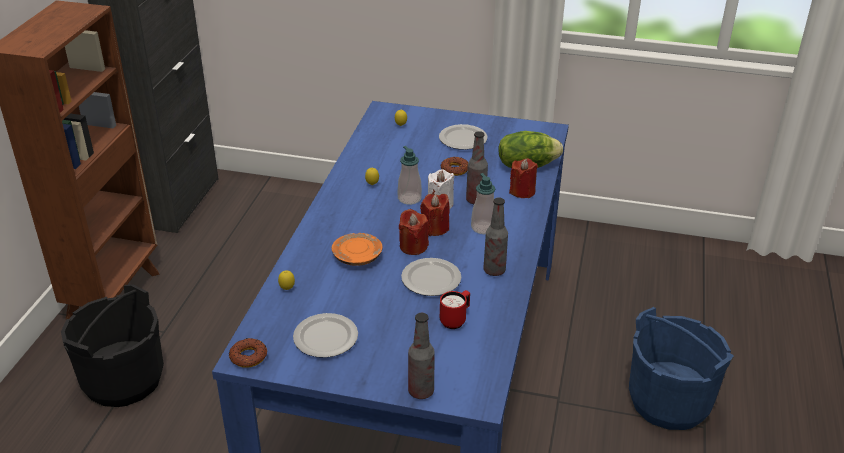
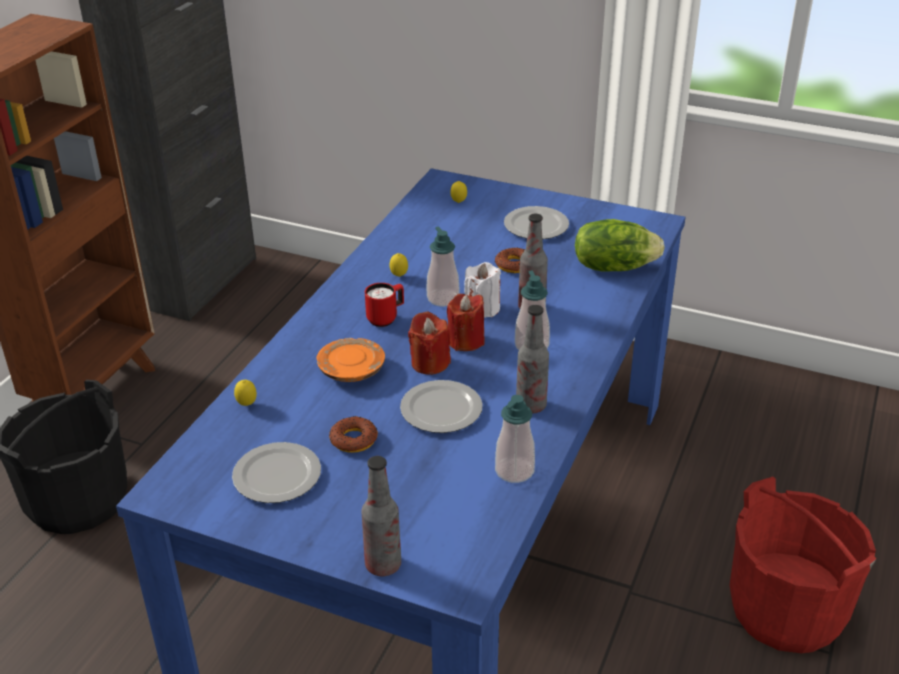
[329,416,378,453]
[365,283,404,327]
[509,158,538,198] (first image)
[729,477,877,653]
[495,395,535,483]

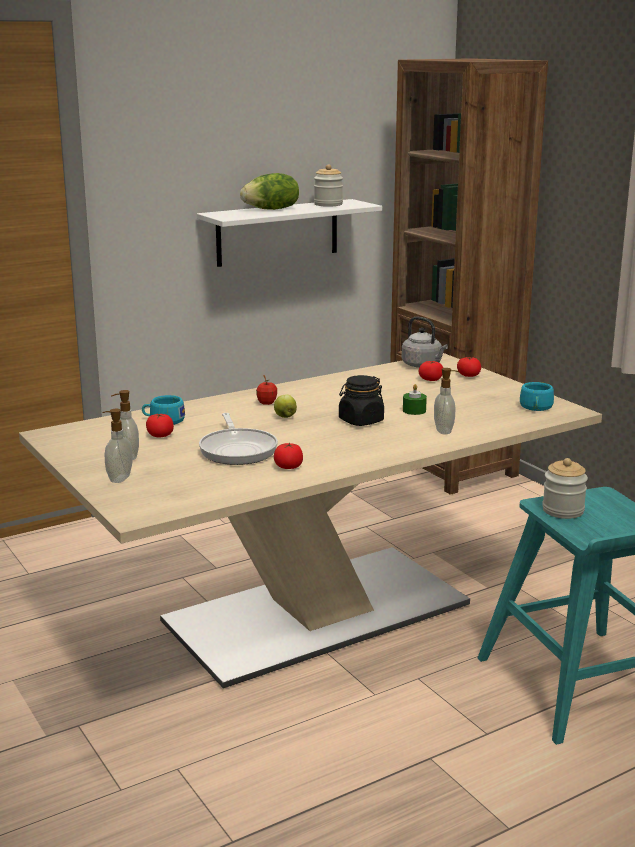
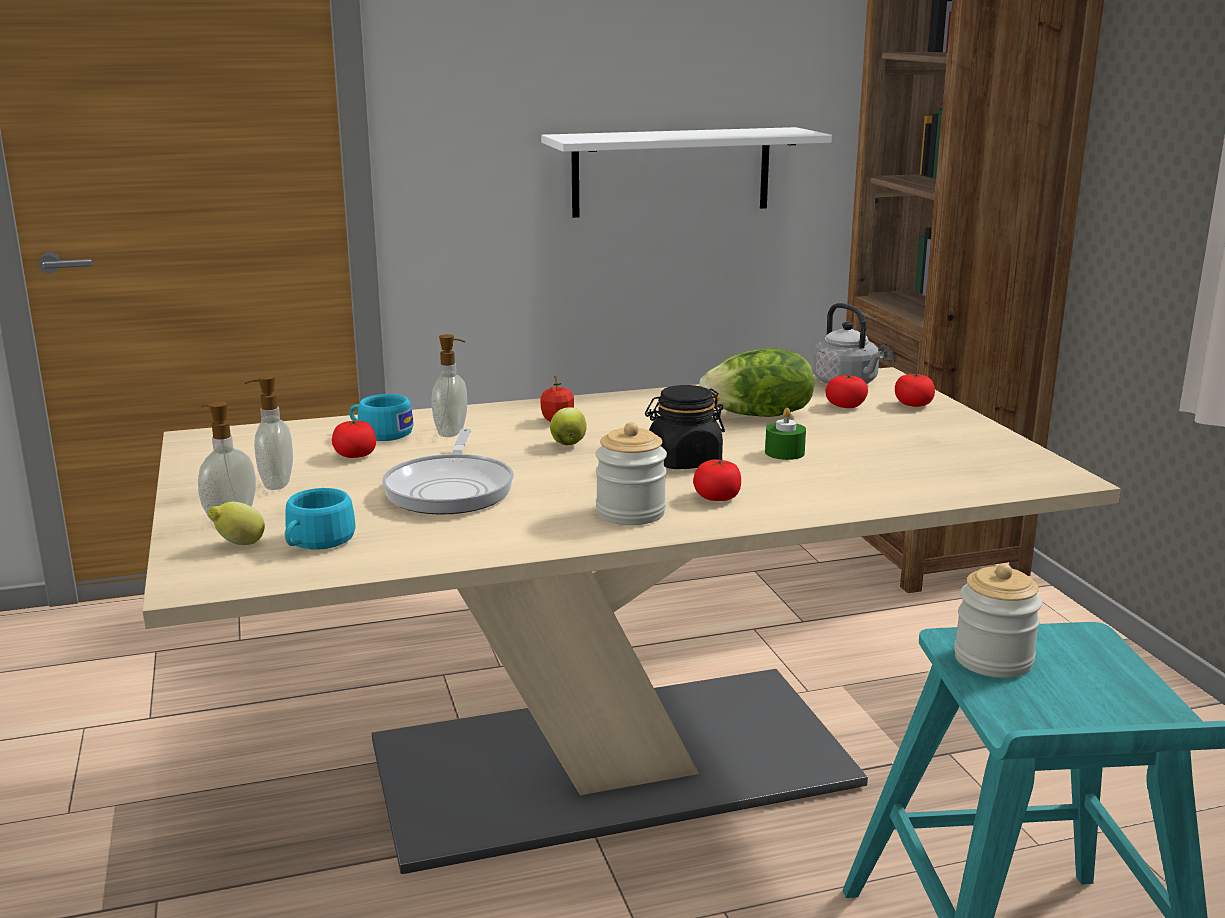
[699,348,814,417]
[693,459,741,501]
[596,422,667,525]
[431,334,467,437]
[285,488,356,550]
[208,502,265,545]

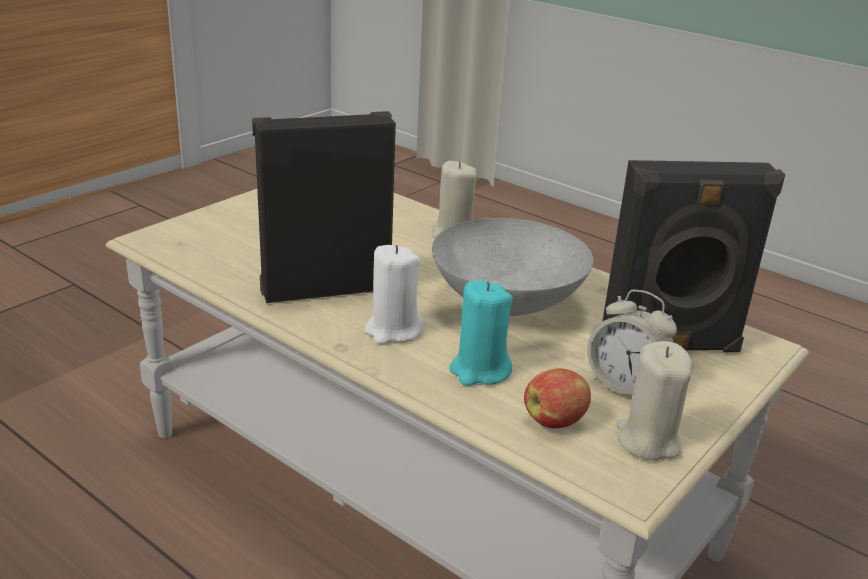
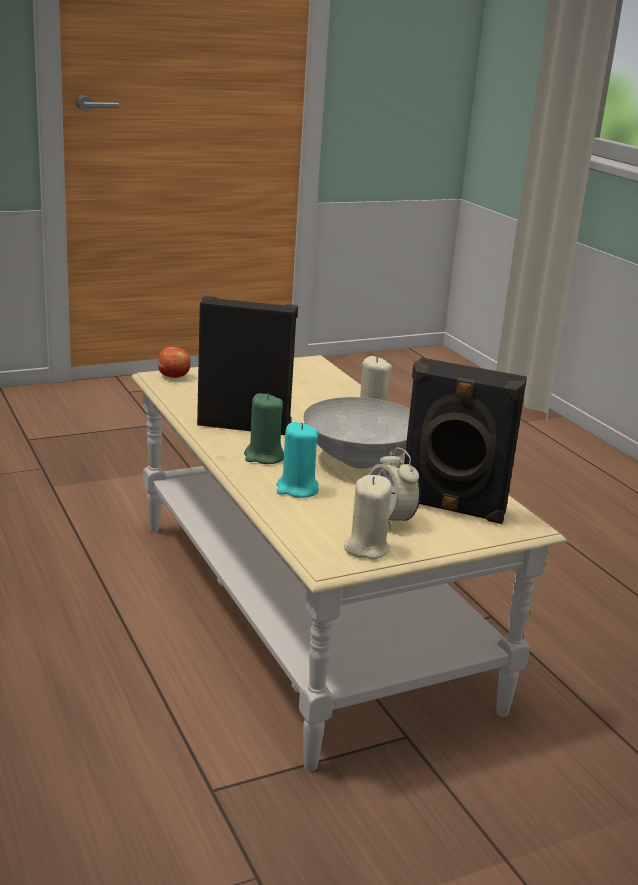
[244,393,284,464]
[158,347,190,378]

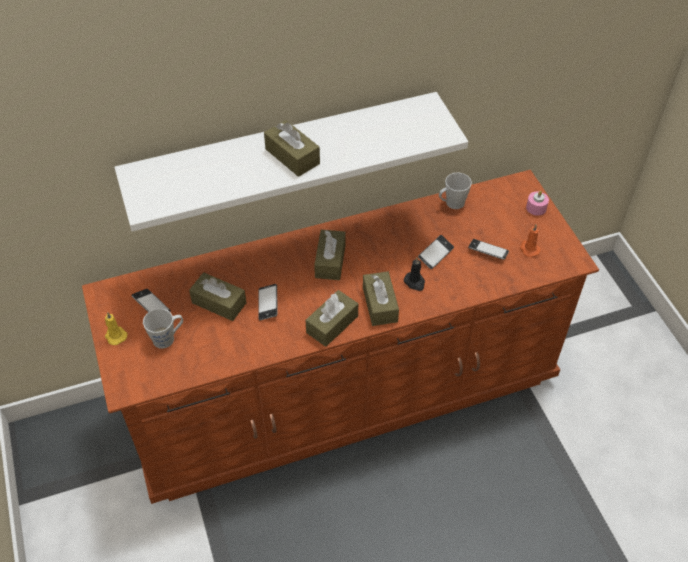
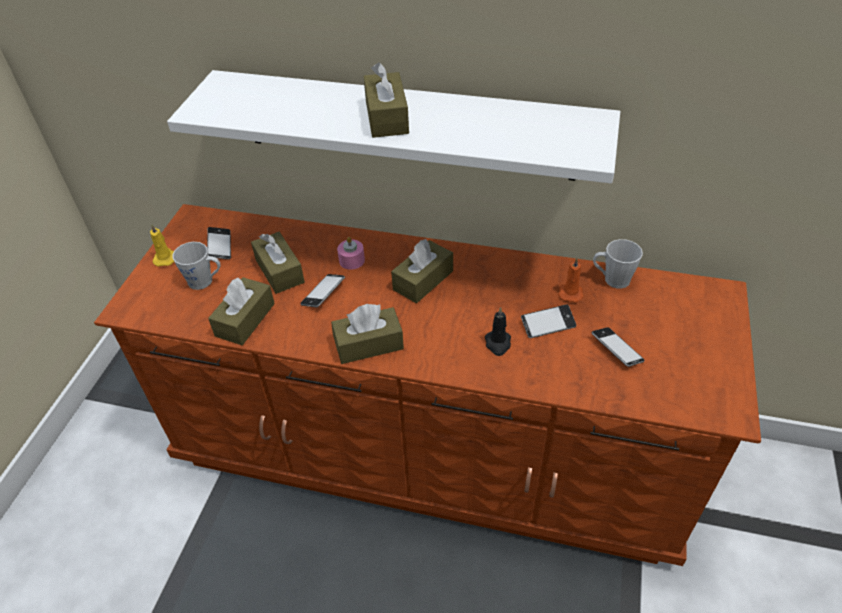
[208,277,275,345]
[558,258,583,302]
[337,237,365,270]

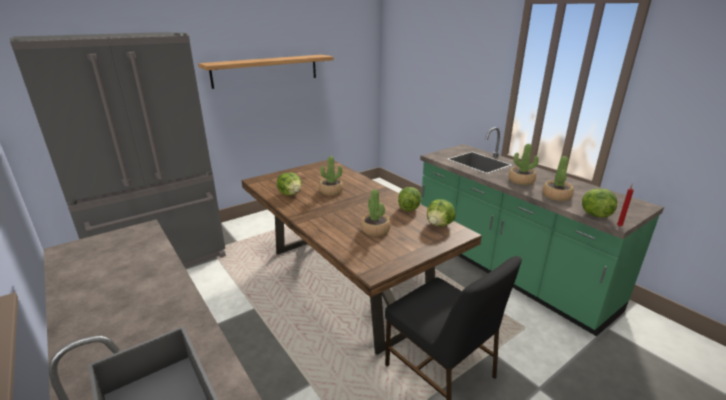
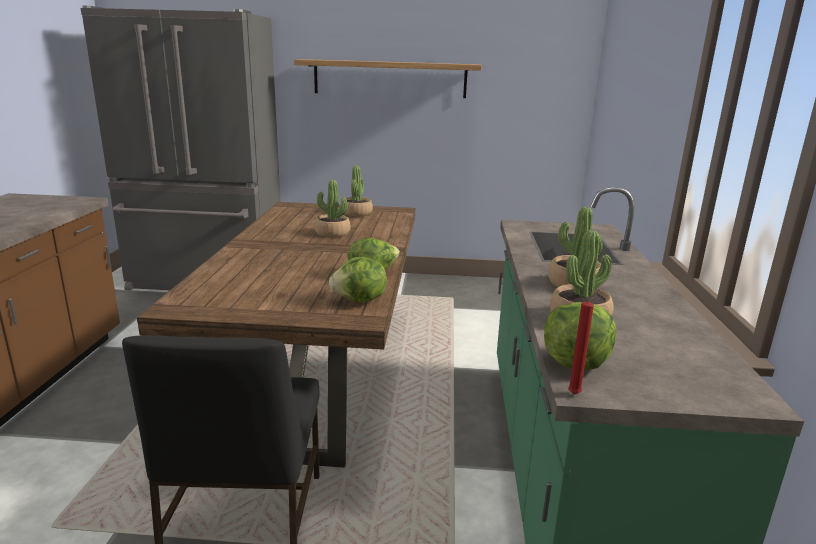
[277,172,302,196] (first image)
[341,166,373,216]

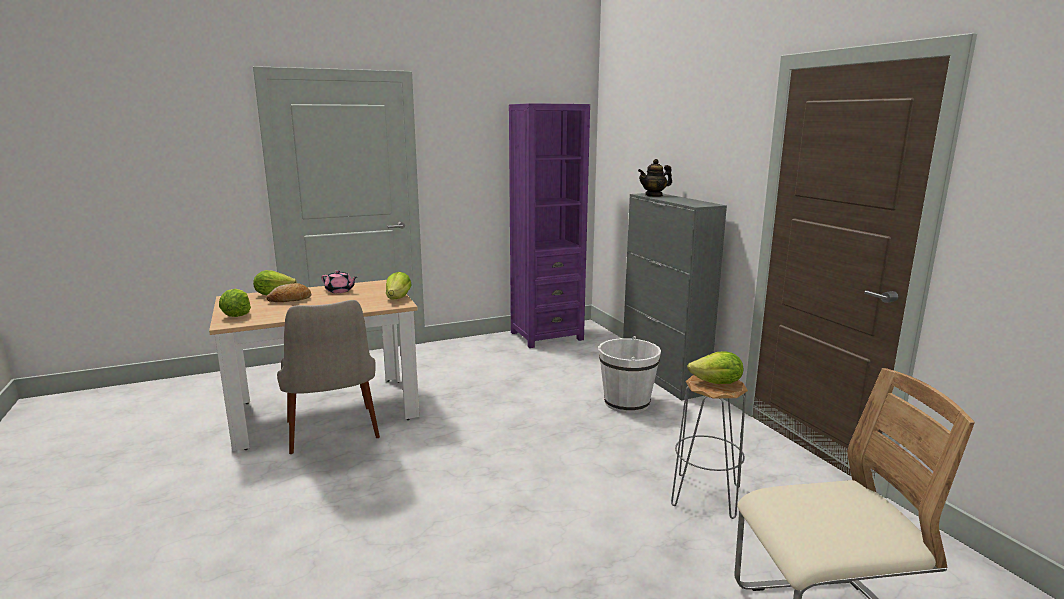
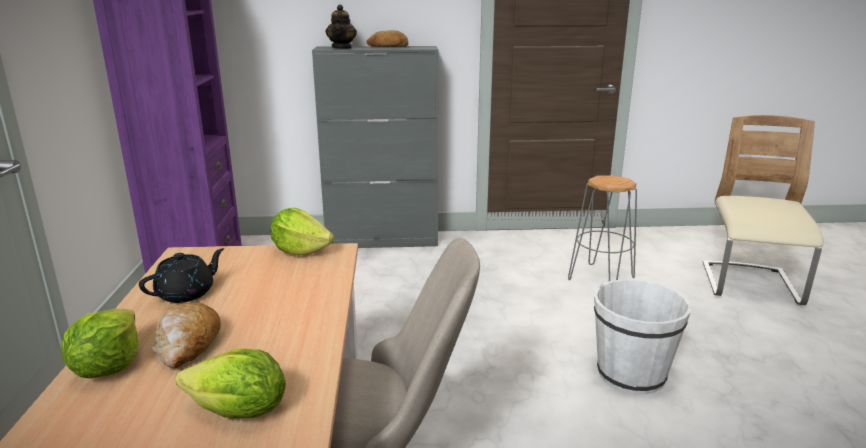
[139,248,224,303]
[594,279,692,394]
[687,352,743,384] (first image)
[367,30,409,47]

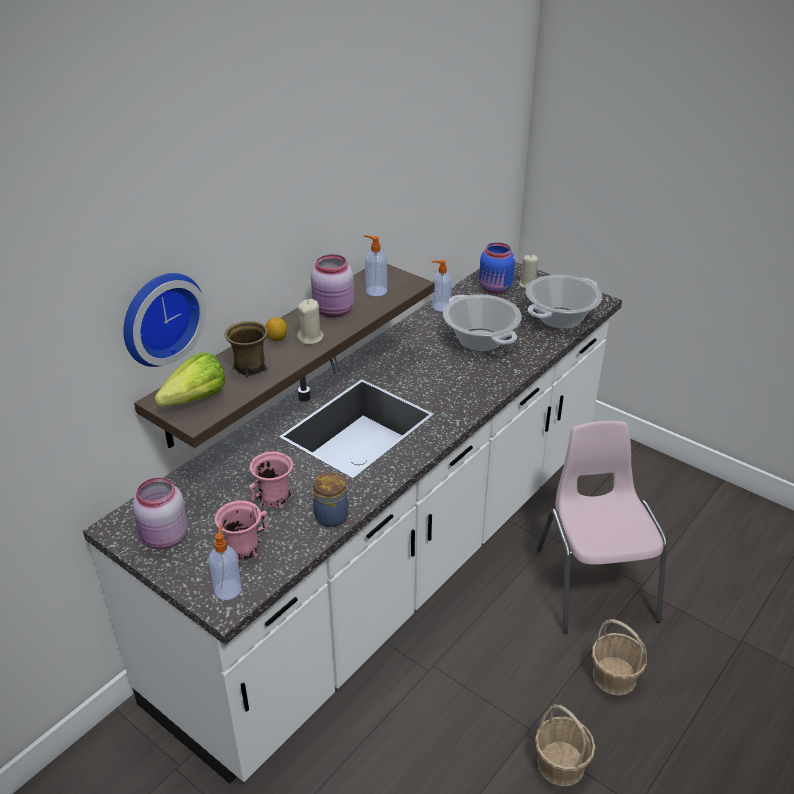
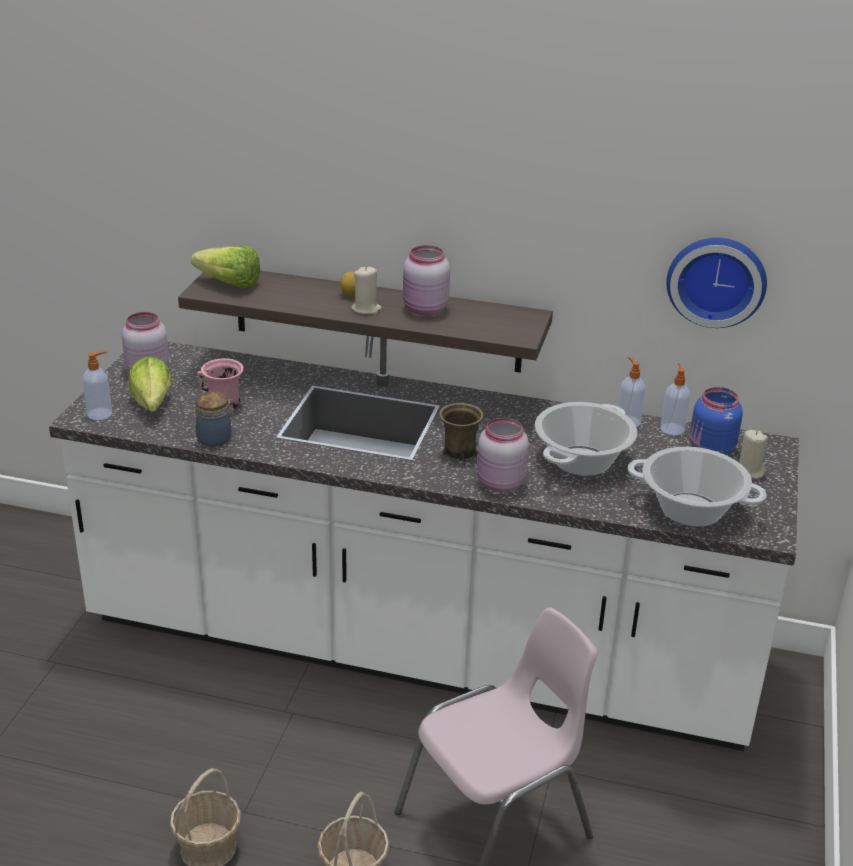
[666,238,767,328]
[129,357,172,412]
[439,403,484,461]
[660,363,690,435]
[477,418,529,492]

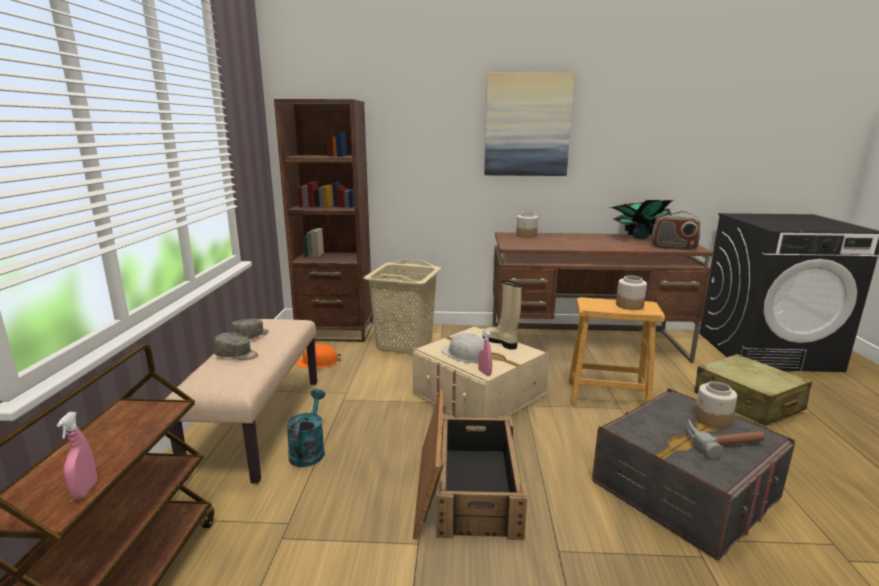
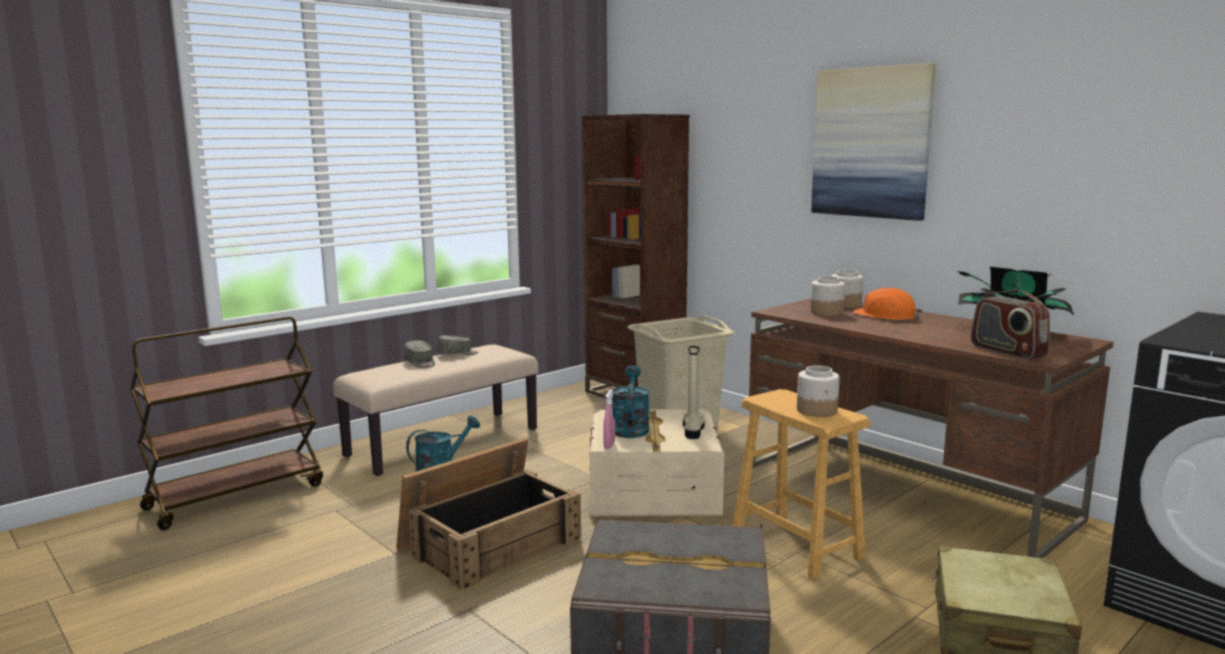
[56,412,97,500] (first image)
[853,288,923,320]
[612,365,649,438]
[687,419,765,460] (first image)
[810,276,845,316]

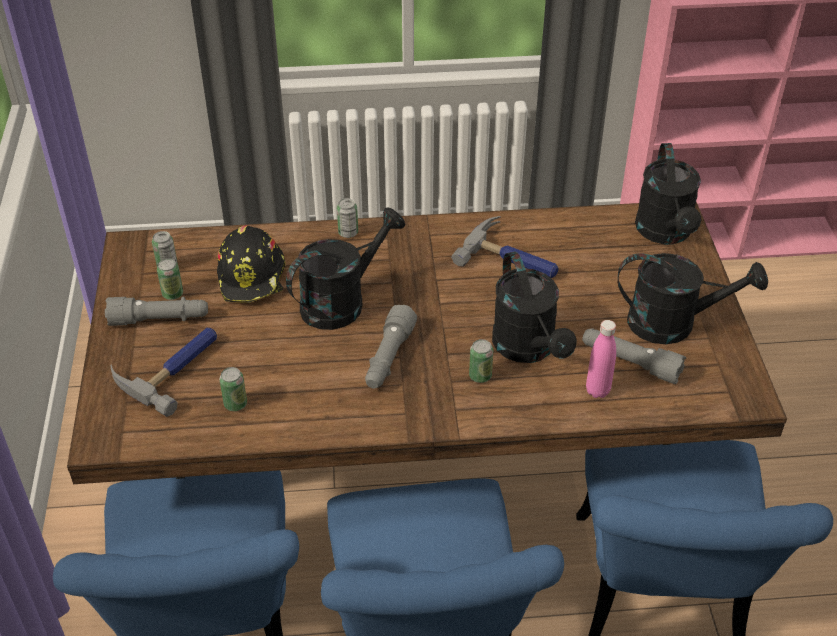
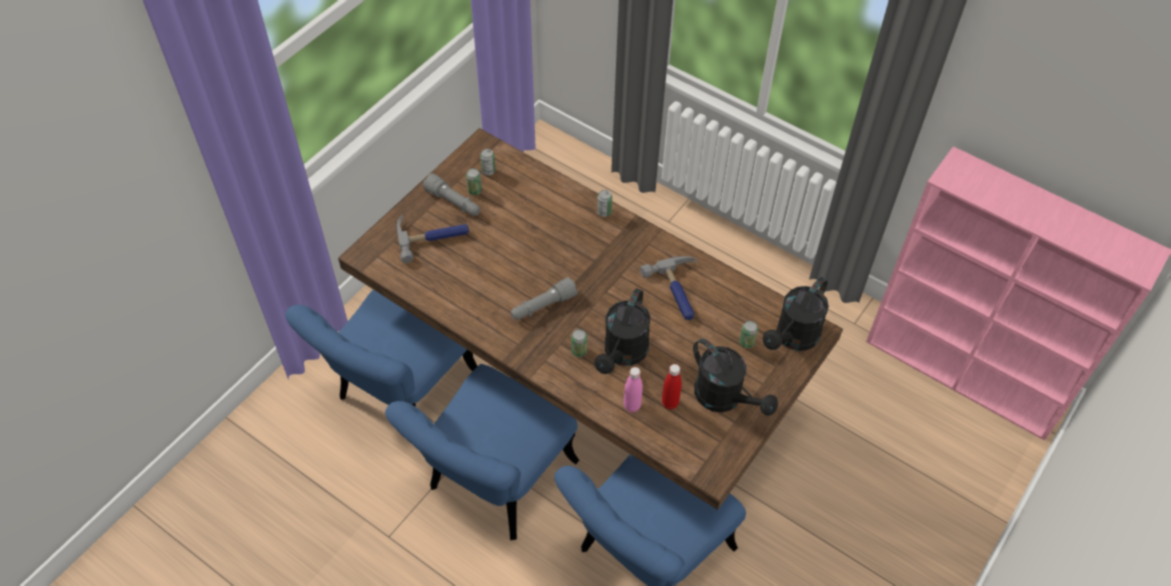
[217,226,285,303] (first image)
[739,321,758,348]
[286,207,405,330] (first image)
[662,364,682,410]

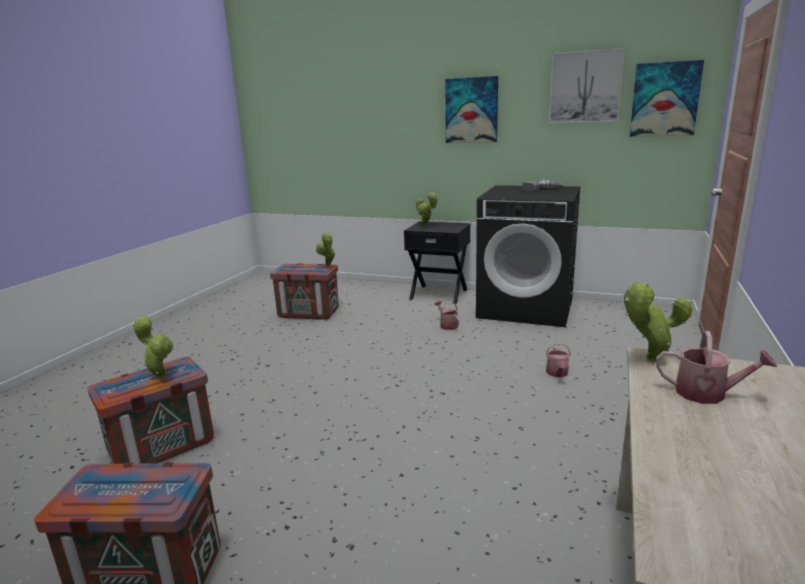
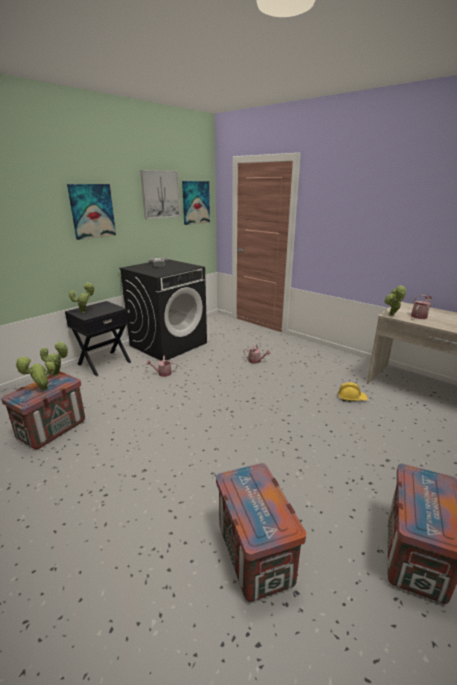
[15,357,55,391]
[338,382,368,401]

